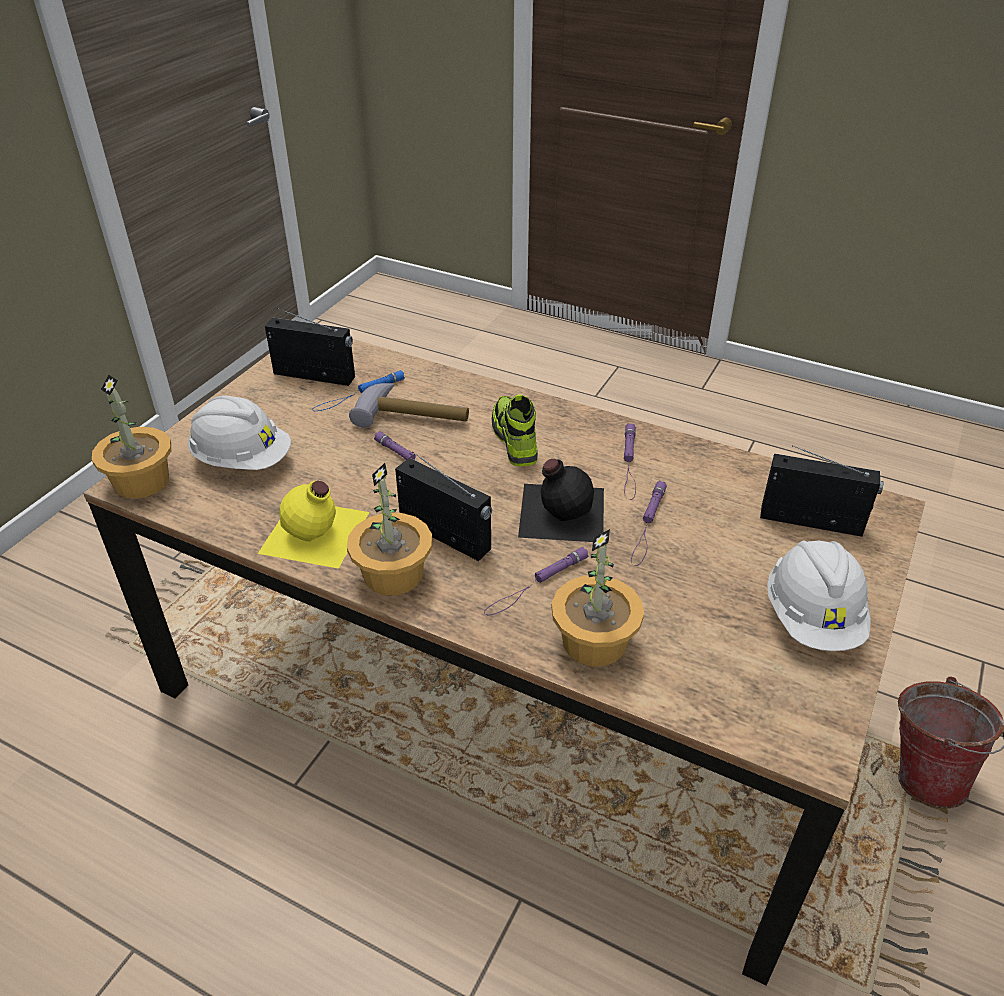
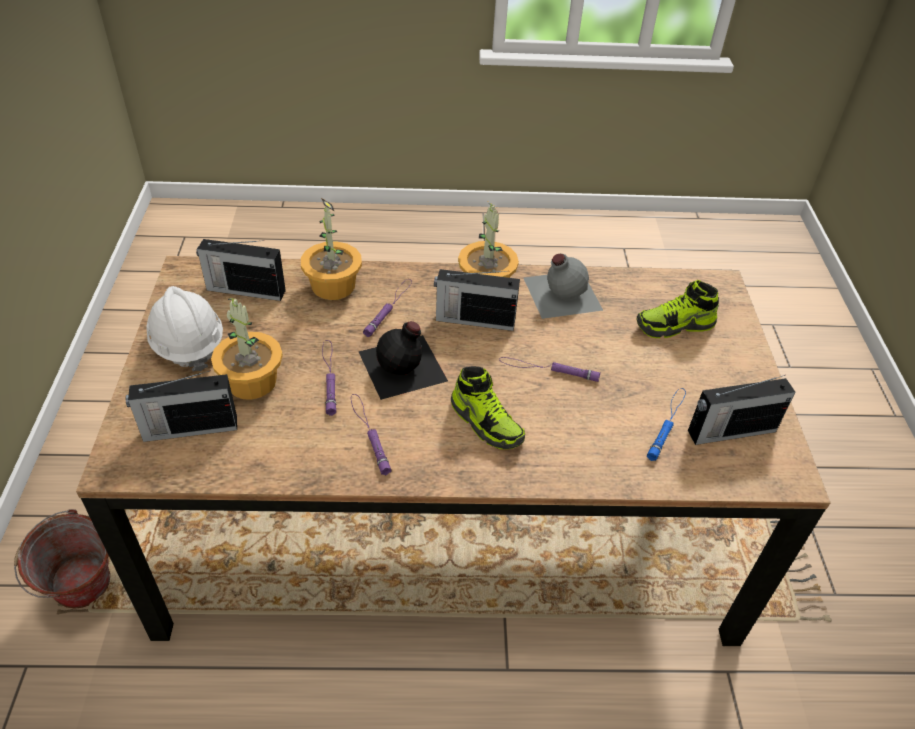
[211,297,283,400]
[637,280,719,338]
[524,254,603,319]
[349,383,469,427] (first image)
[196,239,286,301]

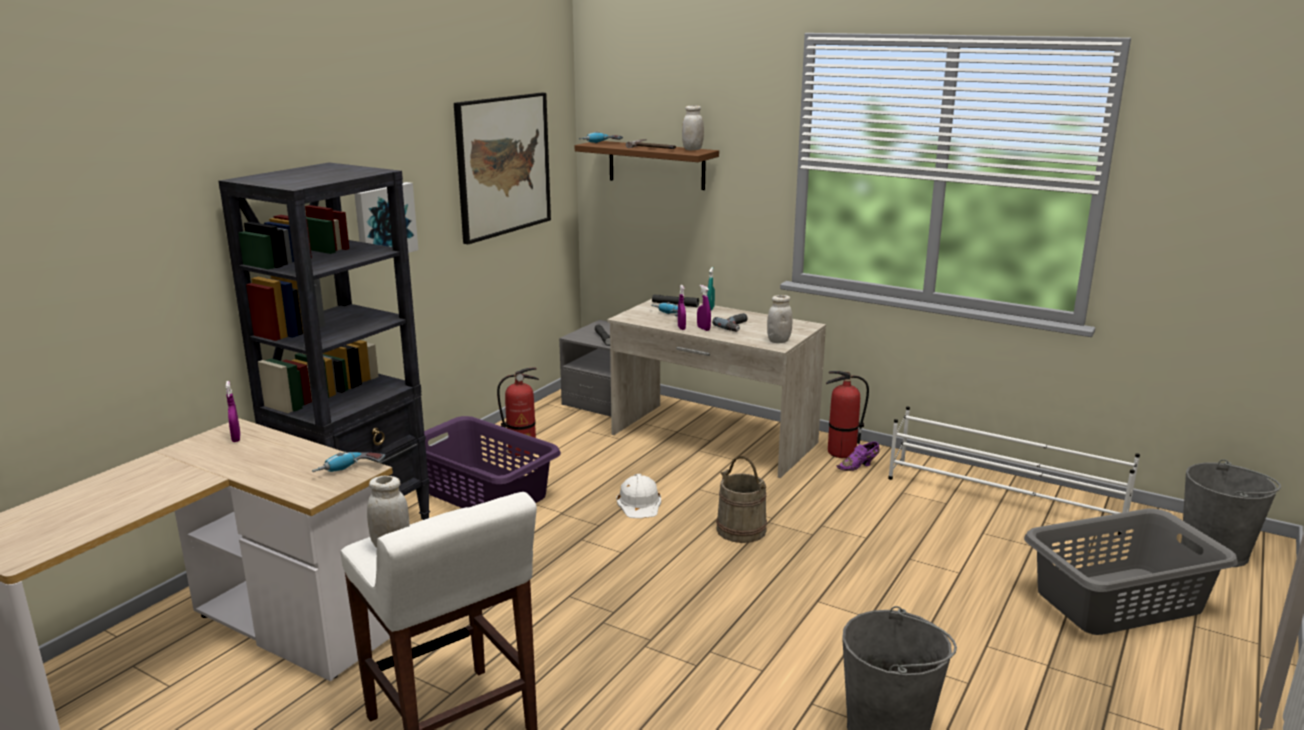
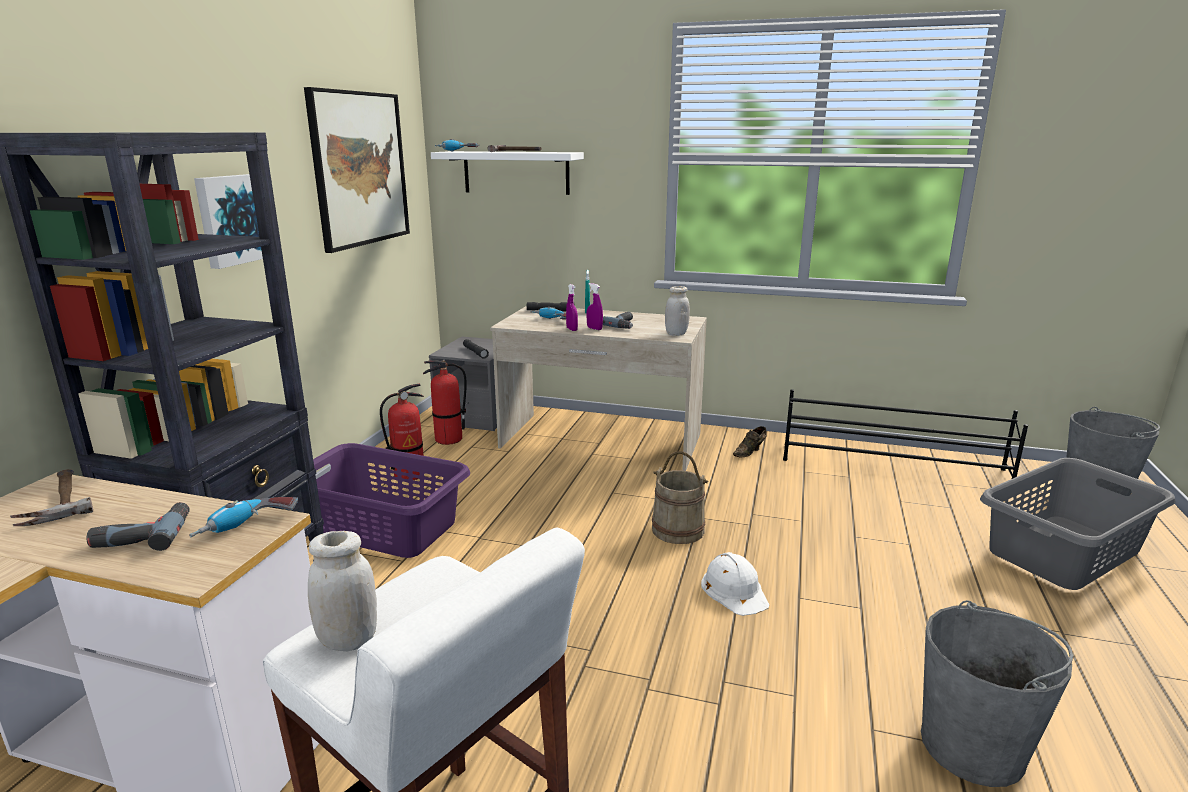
[10,469,93,526]
[431,151,584,195]
[701,552,769,616]
[682,105,704,150] (first image)
[423,360,467,445]
[733,426,767,457]
[783,389,1028,479]
[86,502,190,551]

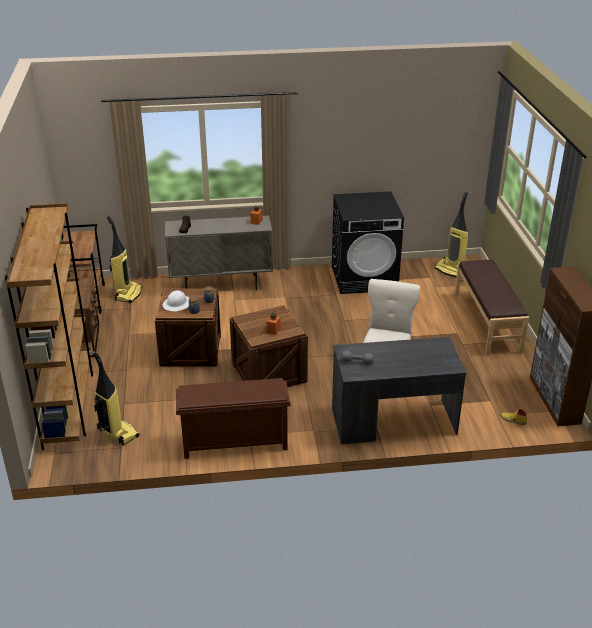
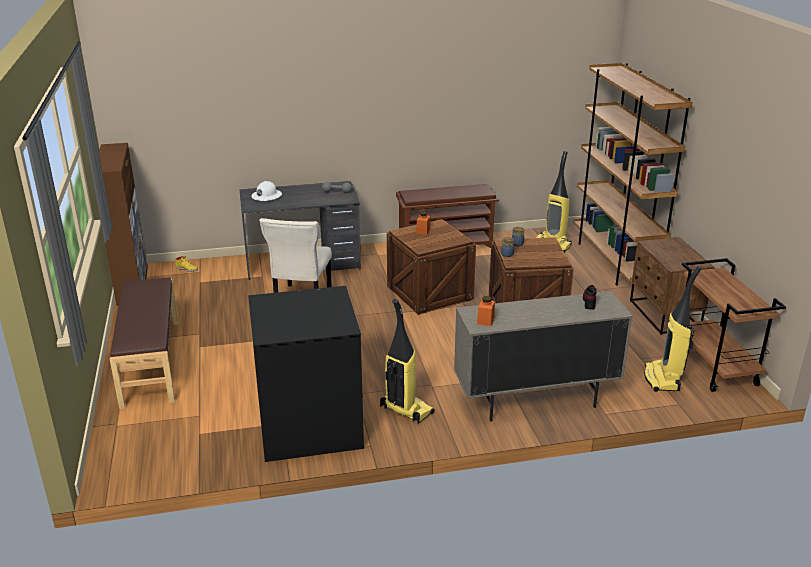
[252,181,282,201]
[380,299,434,424]

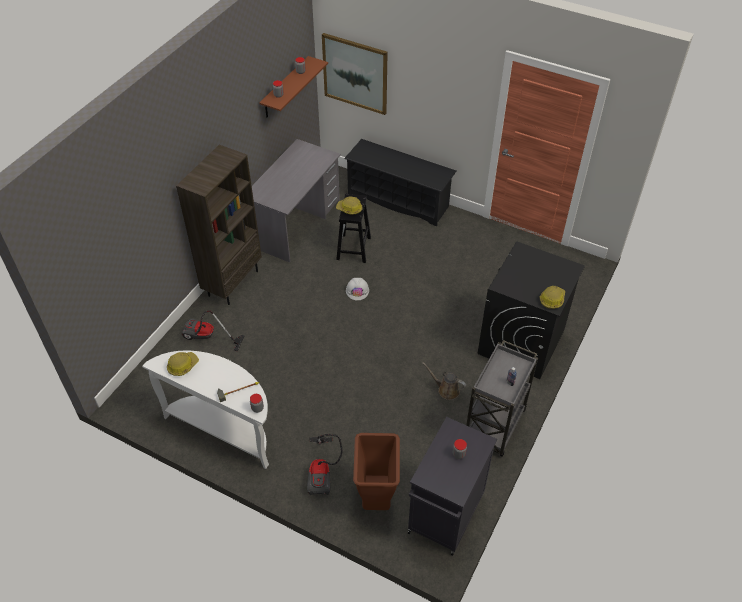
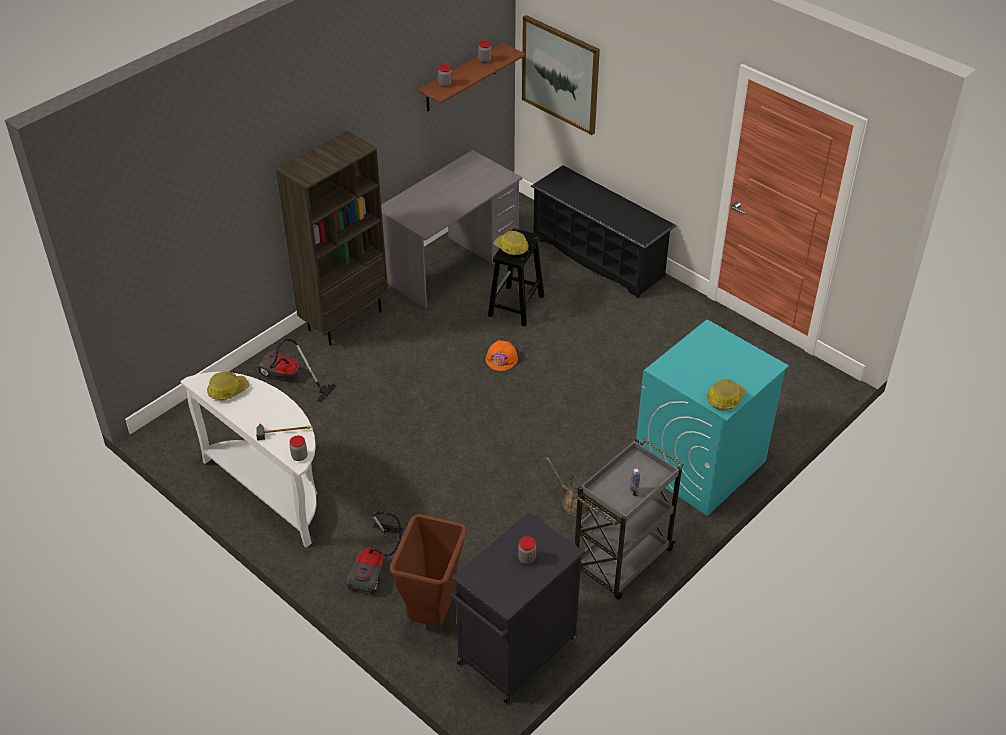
[486,340,518,371]
[636,320,789,516]

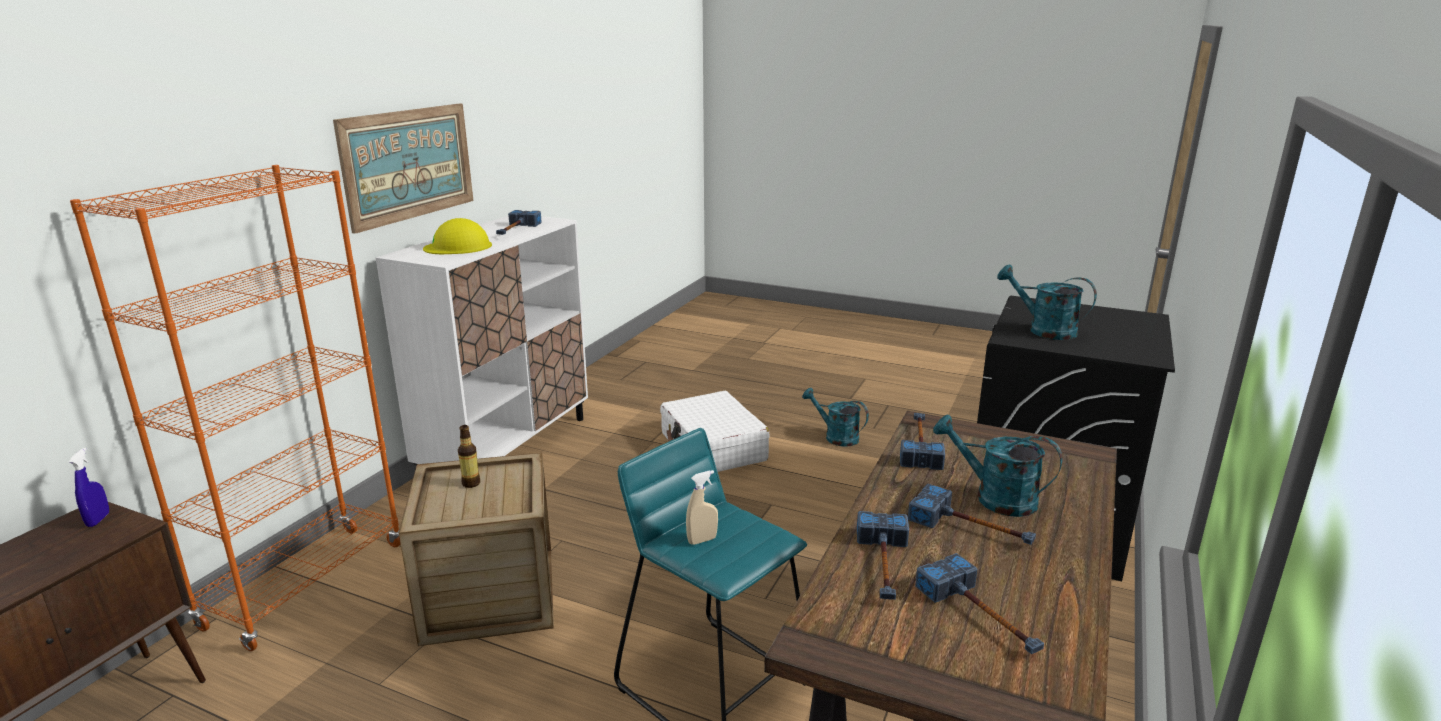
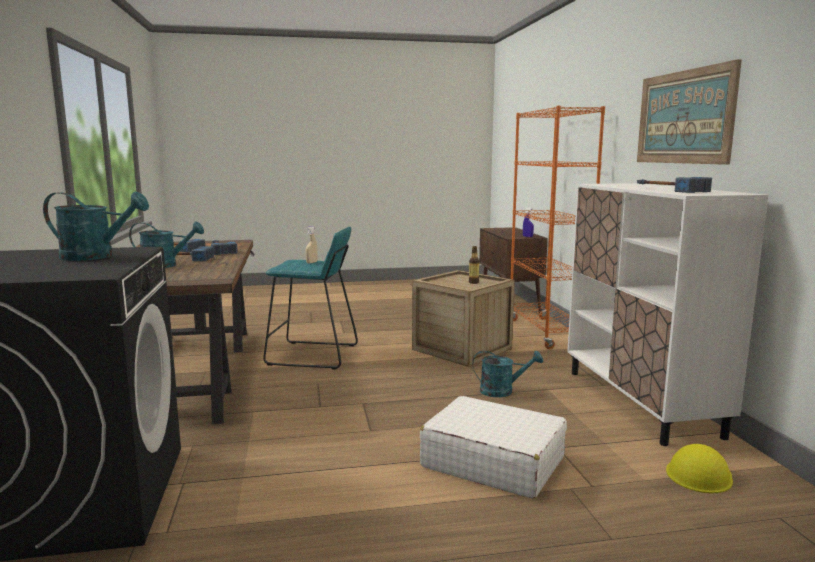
[666,444,733,493]
[472,351,543,397]
[900,413,945,470] (first image)

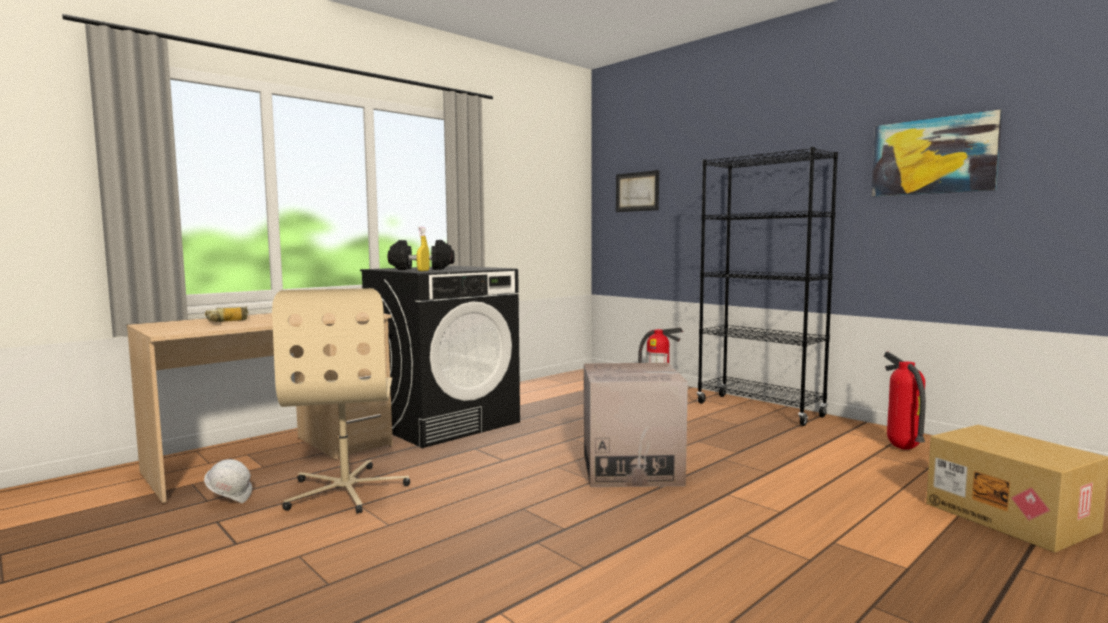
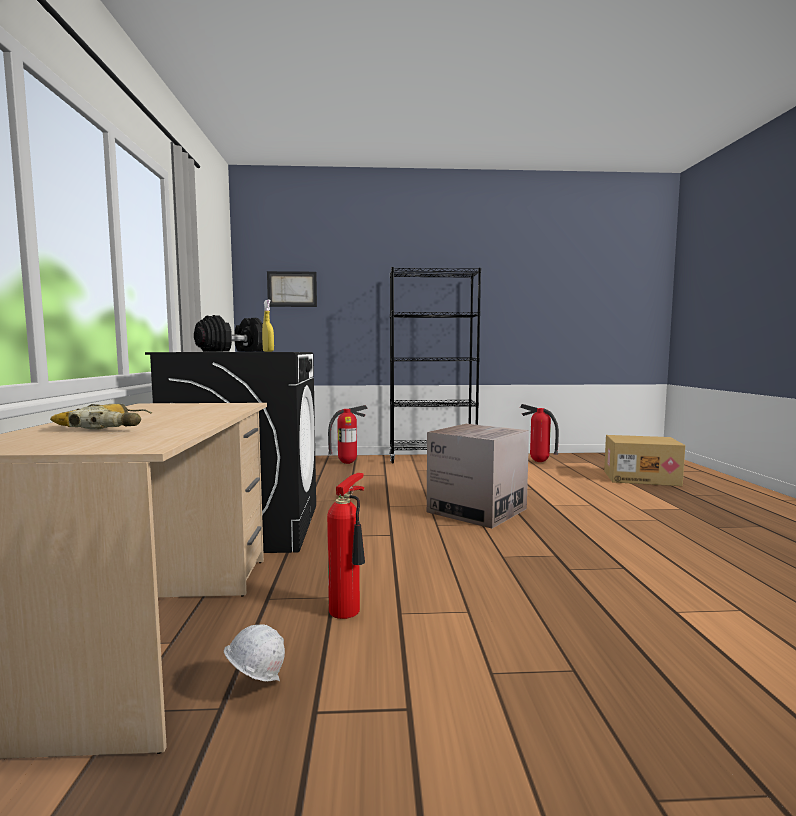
[327,473,365,619]
[871,109,1002,197] (first image)

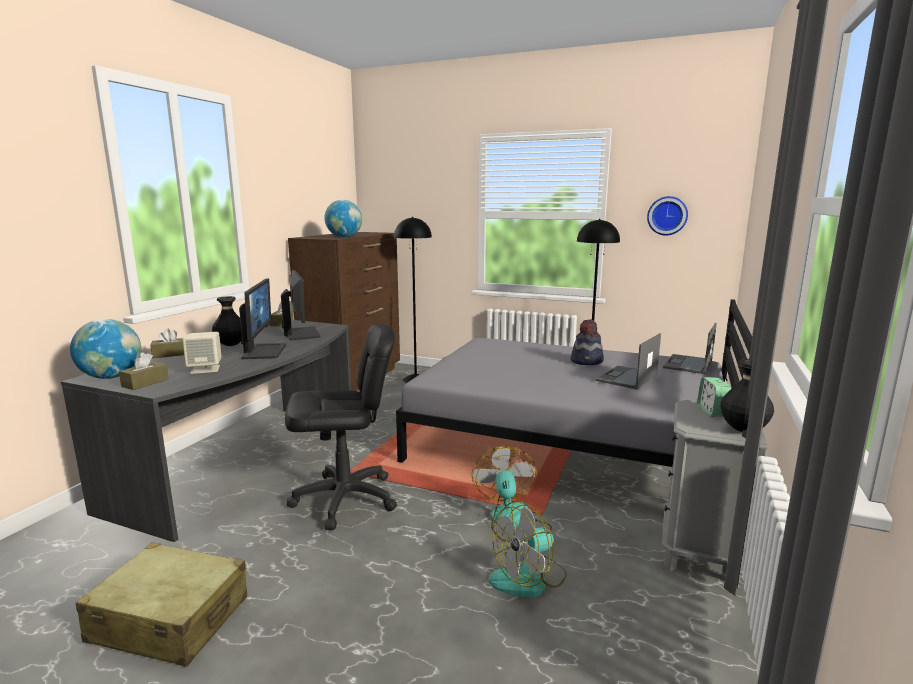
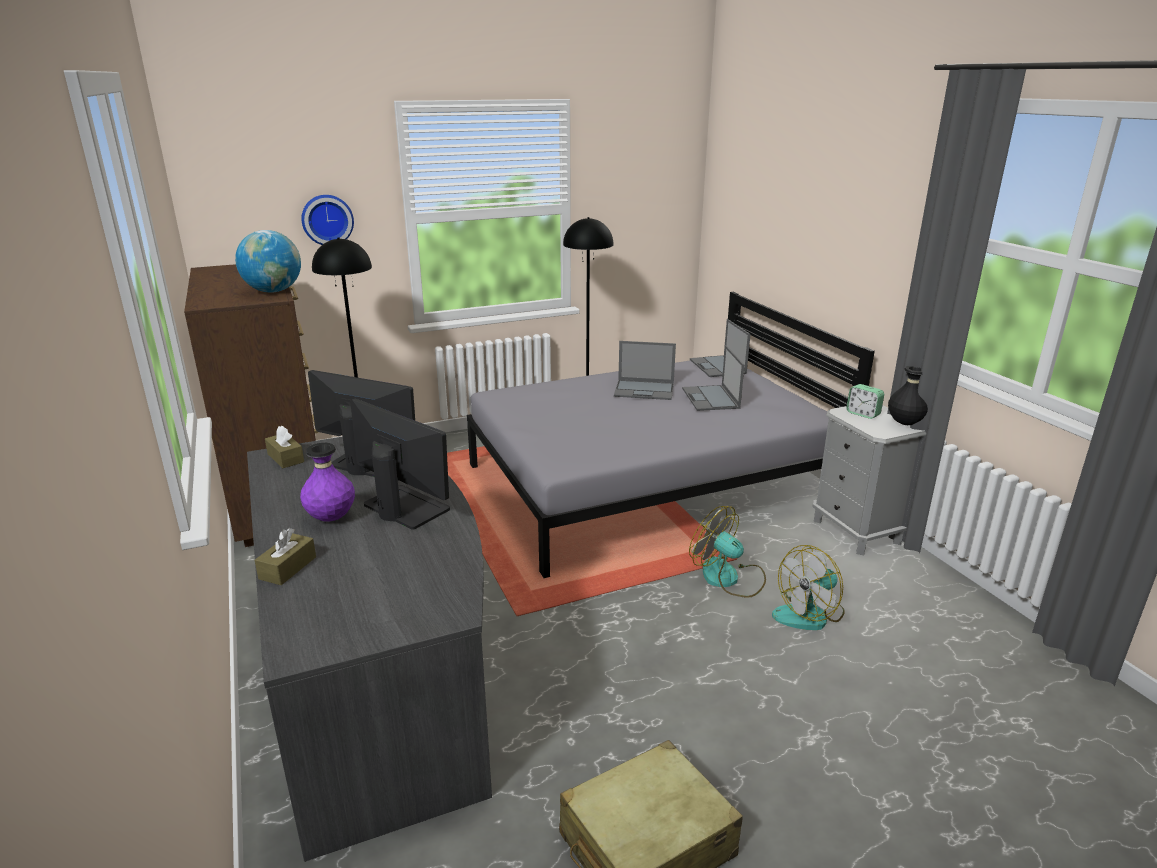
[70,319,141,379] (first image)
[119,353,169,390] (first image)
[182,332,222,374] (first image)
[300,443,355,522]
[285,324,397,530] (first image)
[772,545,845,630]
[614,341,676,400]
[301,195,354,245]

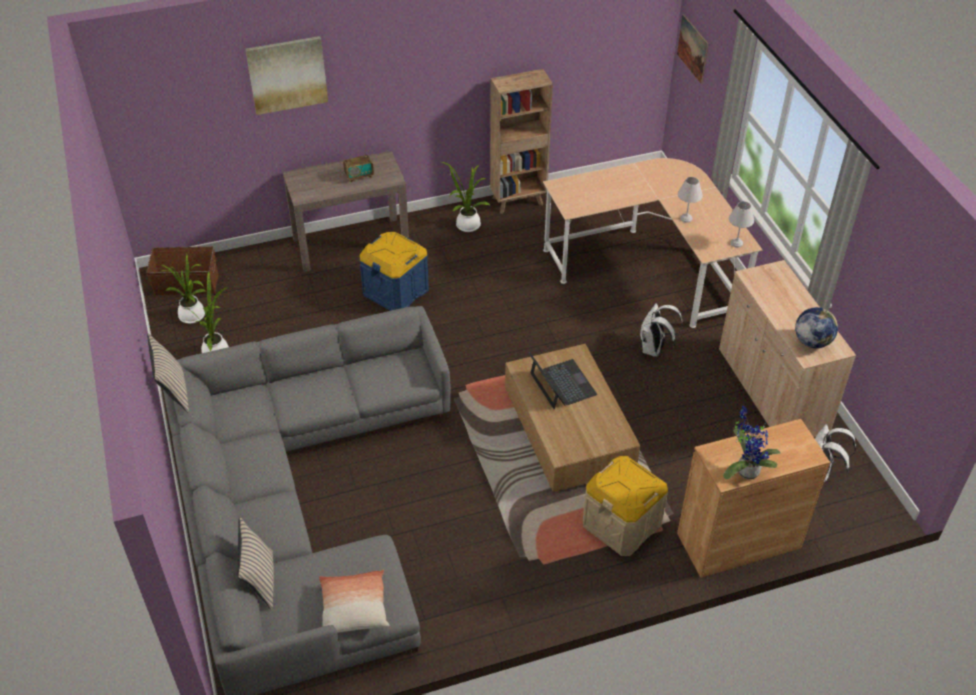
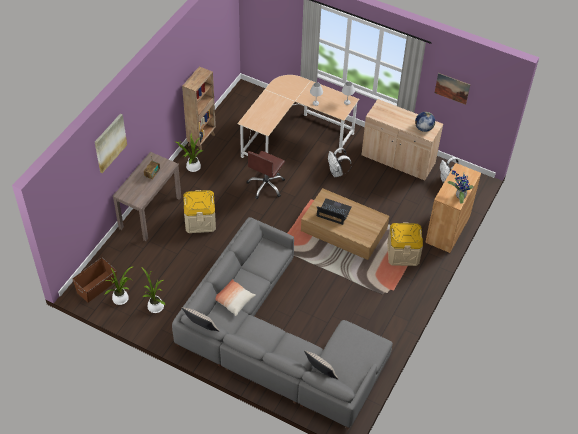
[215,279,256,316]
[183,190,216,233]
[435,73,470,105]
[246,151,285,199]

